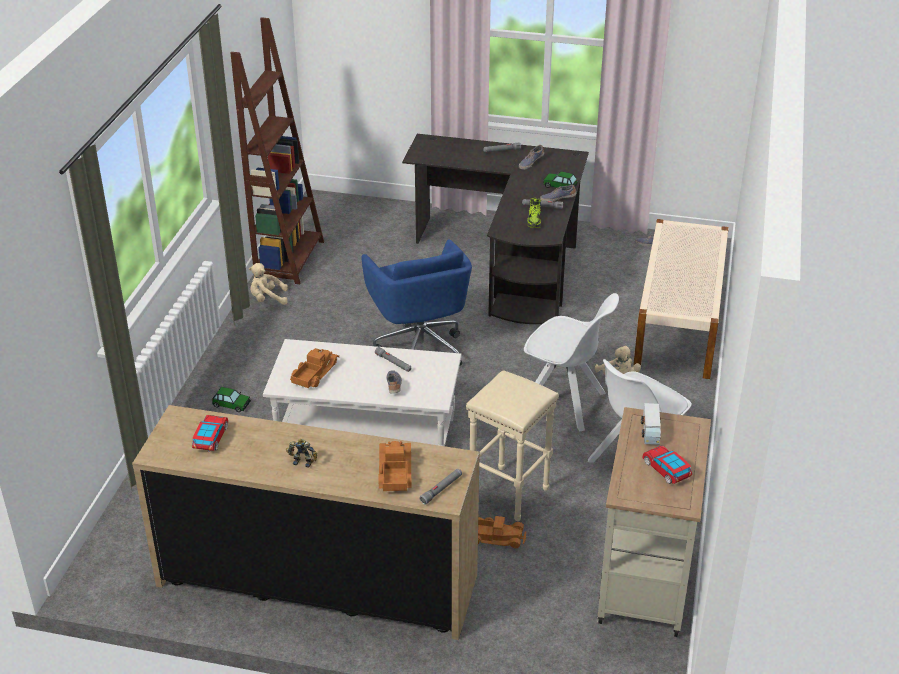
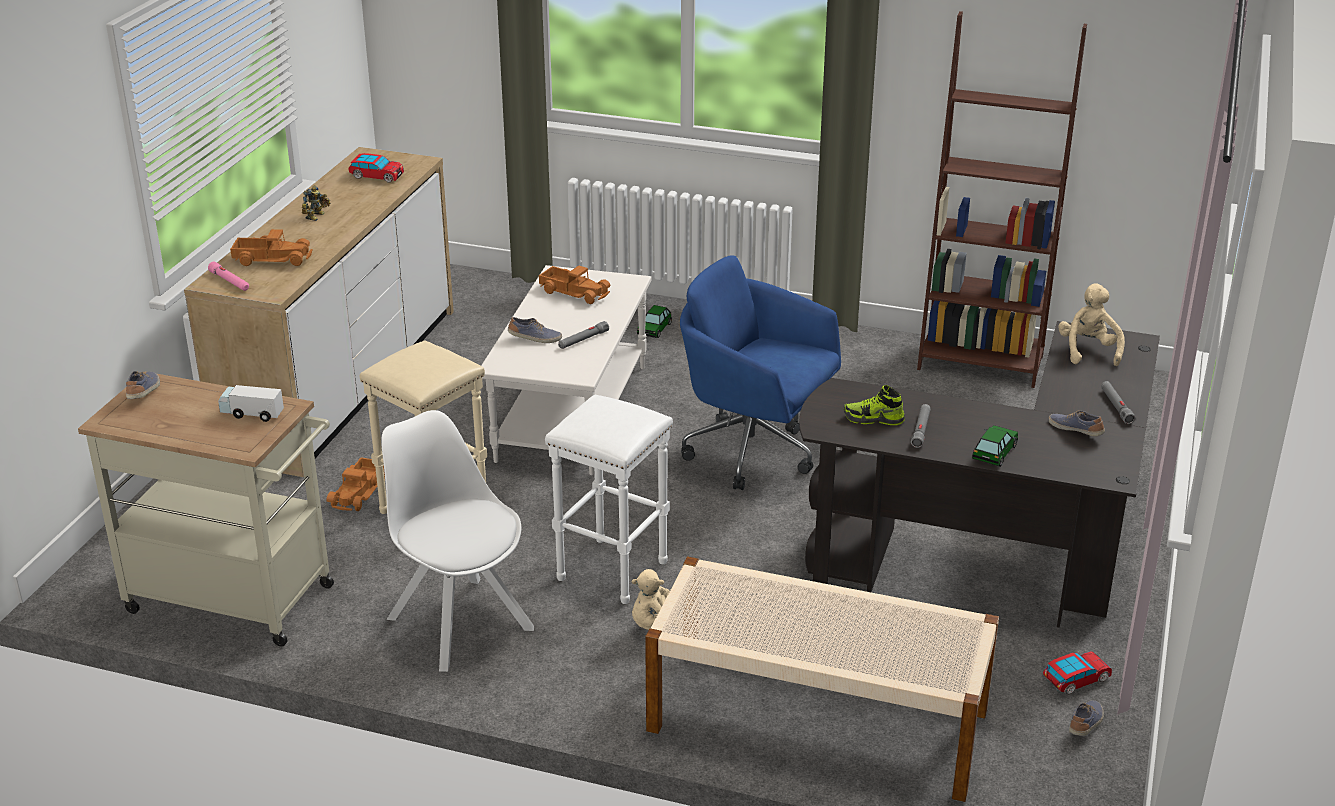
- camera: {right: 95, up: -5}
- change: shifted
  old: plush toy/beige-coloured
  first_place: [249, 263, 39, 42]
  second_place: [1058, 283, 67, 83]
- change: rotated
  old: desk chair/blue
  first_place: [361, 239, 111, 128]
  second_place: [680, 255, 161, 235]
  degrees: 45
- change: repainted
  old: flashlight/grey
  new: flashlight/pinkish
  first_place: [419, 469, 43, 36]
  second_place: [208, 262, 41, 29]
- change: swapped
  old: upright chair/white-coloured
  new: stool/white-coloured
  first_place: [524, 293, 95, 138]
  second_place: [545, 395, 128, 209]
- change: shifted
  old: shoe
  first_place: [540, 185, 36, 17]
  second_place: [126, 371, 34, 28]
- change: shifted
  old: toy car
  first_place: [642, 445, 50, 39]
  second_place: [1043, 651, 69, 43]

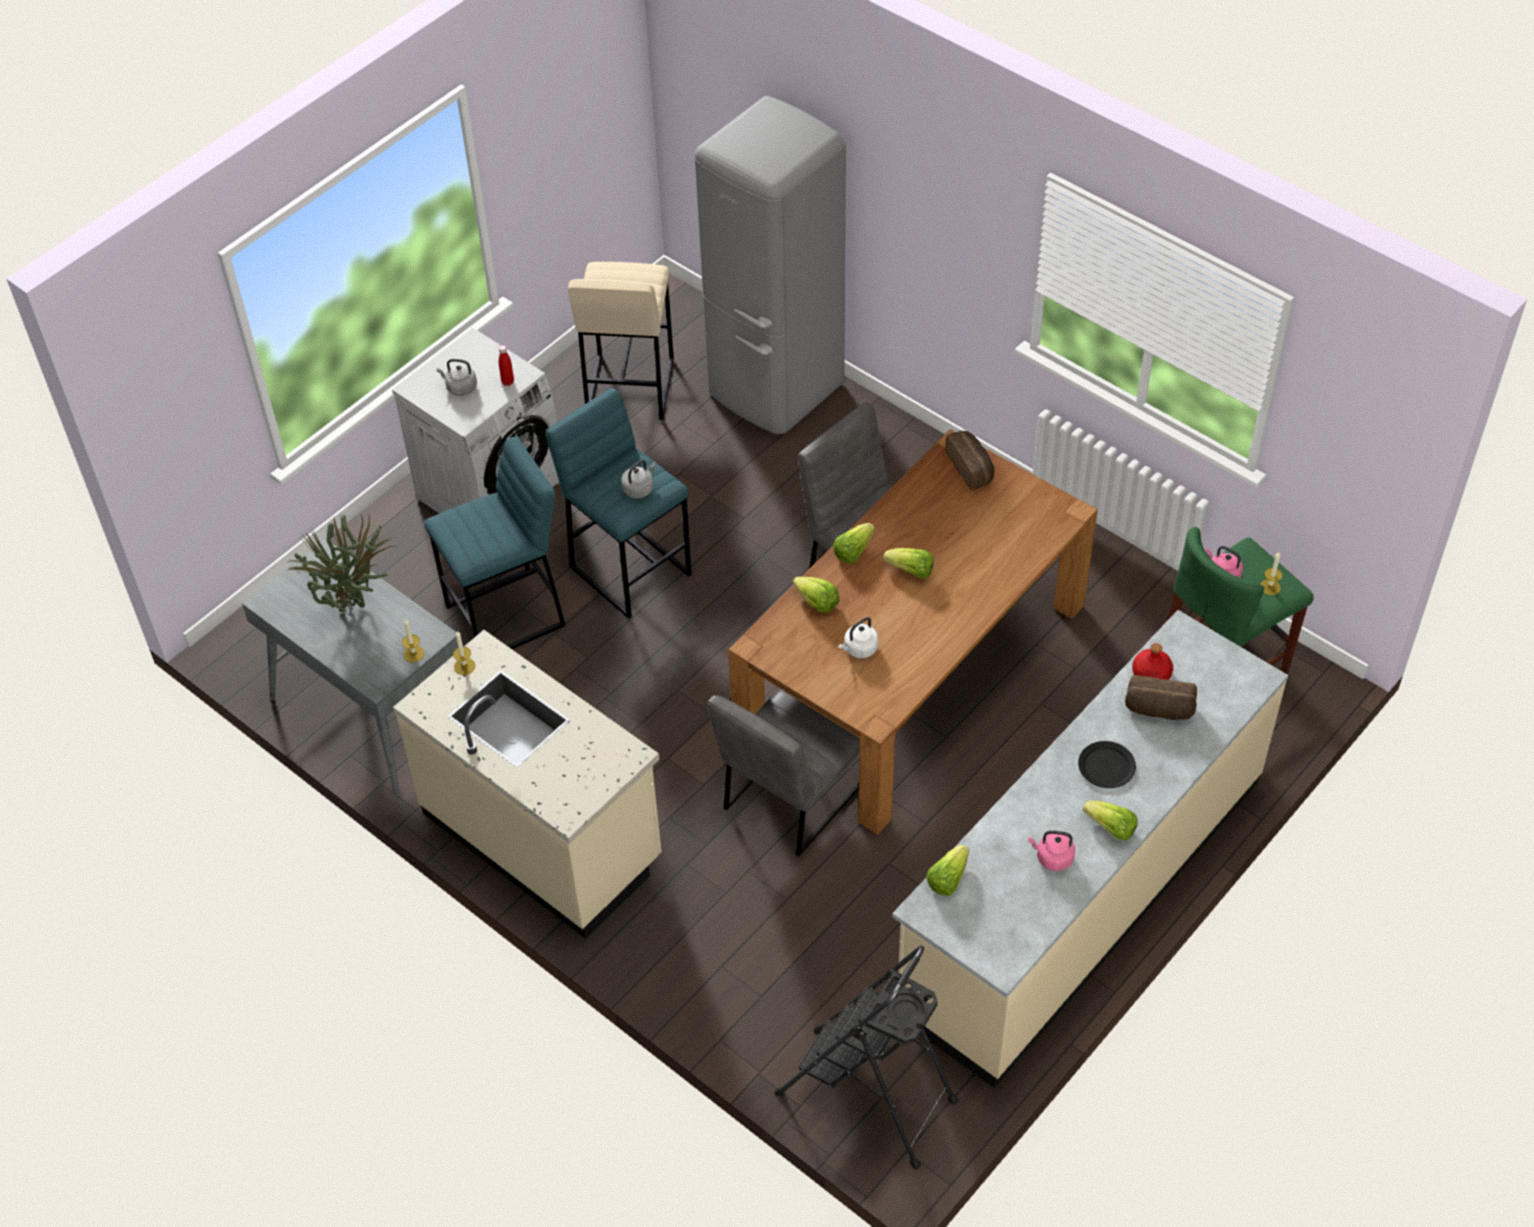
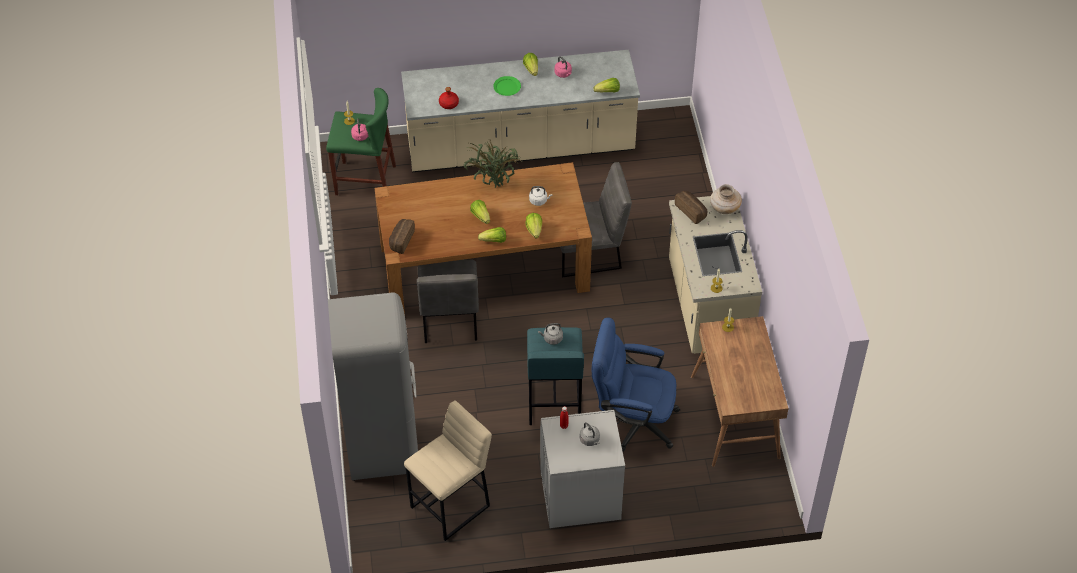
- camera: {right: -140, up: 0}
- change: repainted
  old: desk unit/grey
  new: desk unit/brown-coloured
  first_place: [242, 538, 216, 258]
  second_place: [691, 316, 98, 151]
- change: shifted
  old: potted plant
  first_place: [288, 515, 109, 97]
  second_place: [464, 140, 57, 48]
- change: swapped
  old: stool/blue-green
  new: desk chair/blue
  first_place: [424, 436, 141, 213]
  second_place: [592, 318, 88, 134]
- change: gone
  old: step ladder
  first_place: [775, 945, 184, 224]
- change: repainted
  old: flat dish/blackish
  new: flat dish/green-coloured
  first_place: [1078, 741, 58, 47]
  second_place: [493, 76, 28, 20]
- change: shifted
  old: bakery bread
  first_place: [1125, 675, 72, 45]
  second_place: [675, 191, 32, 33]
- change: new
  new: vase/beige-coloured
  second_place: [710, 184, 32, 30]

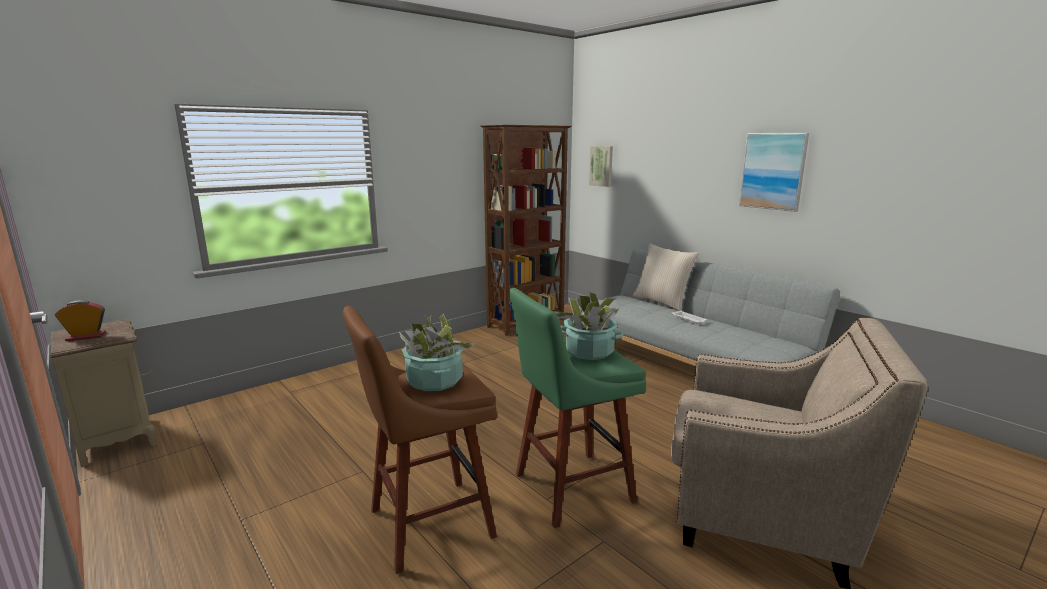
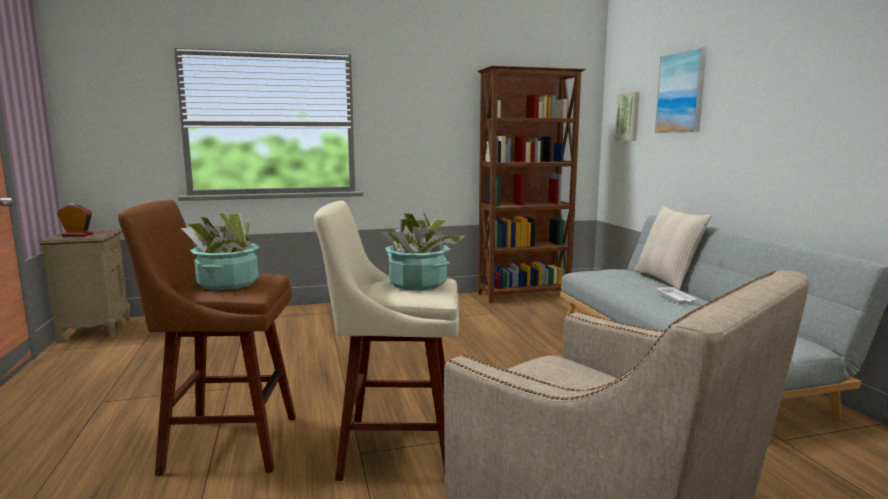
- camera: {right: 25, up: -5}
- change: repainted
  old: stool/green-coloured
  new: stool/beige-coloured
  first_place: [509, 288, 137, 240]
  second_place: [314, 201, 145, 281]
- change: shifted
  old: wall picture
  first_place: [739, 133, 70, 79]
  second_place: [655, 47, 52, 86]

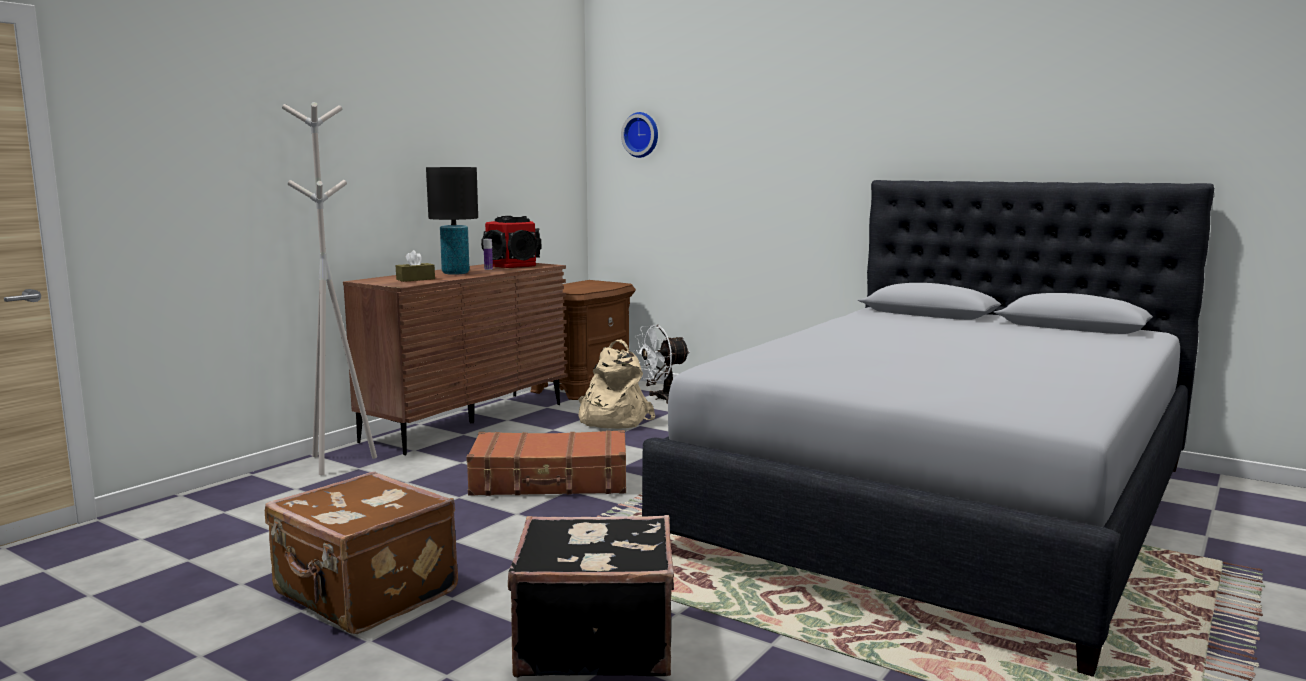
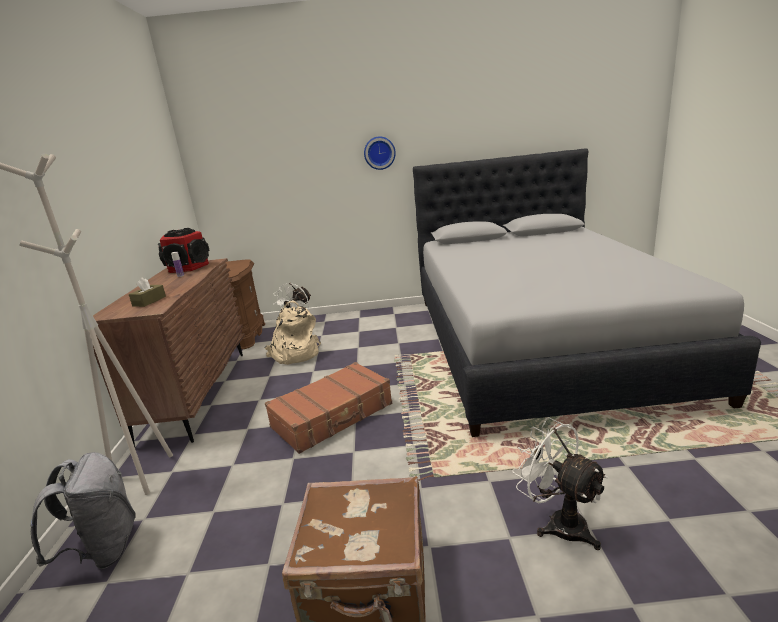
- camera: {right: -35, up: 10}
- change: gone
  old: tabletop lamp/blackish
  first_place: [426, 167, 52, 108]
- change: swapped
  old: travel case/blackish
  new: cooling fan/white-coloured
  first_place: [508, 515, 166, 163]
  second_place: [512, 417, 96, 133]
- change: shifted
  old: wall clock
  first_place: [621, 112, 37, 46]
  second_place: [364, 136, 32, 34]
- change: new
  new: knapsack/grey
  second_place: [31, 452, 105, 117]

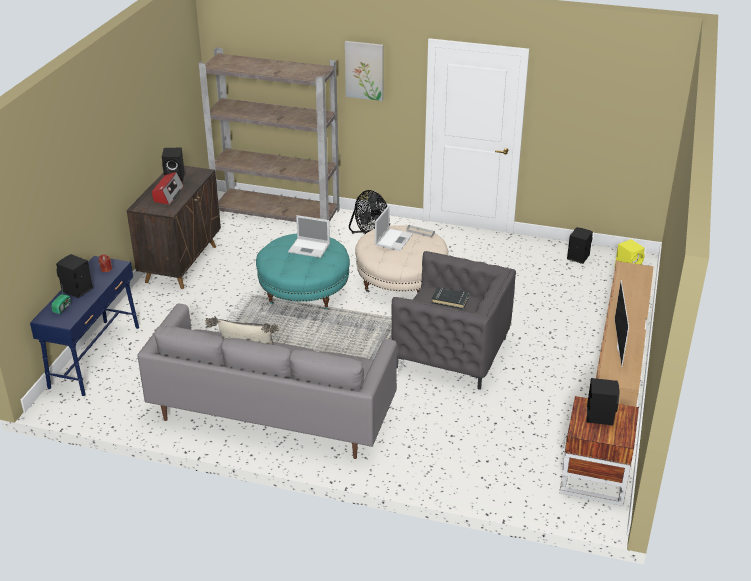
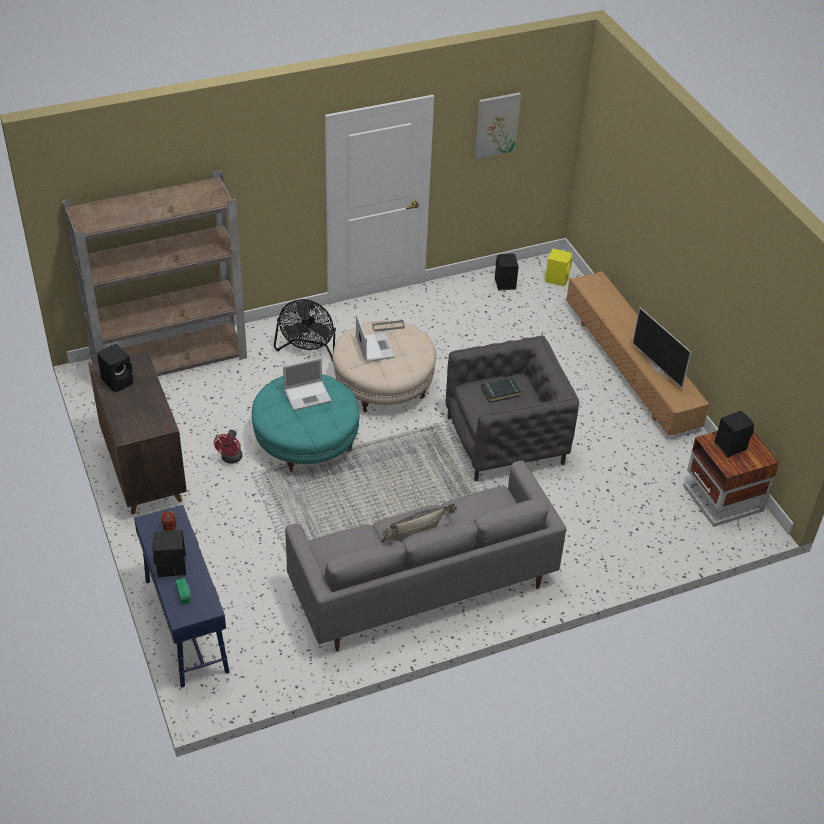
- camera: {right: -40, up: 10}
- change: gone
  old: radio set
  first_place: [152, 172, 32, 33]
- change: shifted
  old: wall picture
  first_place: [345, 41, 39, 60]
  second_place: [475, 92, 46, 67]
- change: new
  new: cooling fan/red
  second_place: [214, 430, 28, 34]

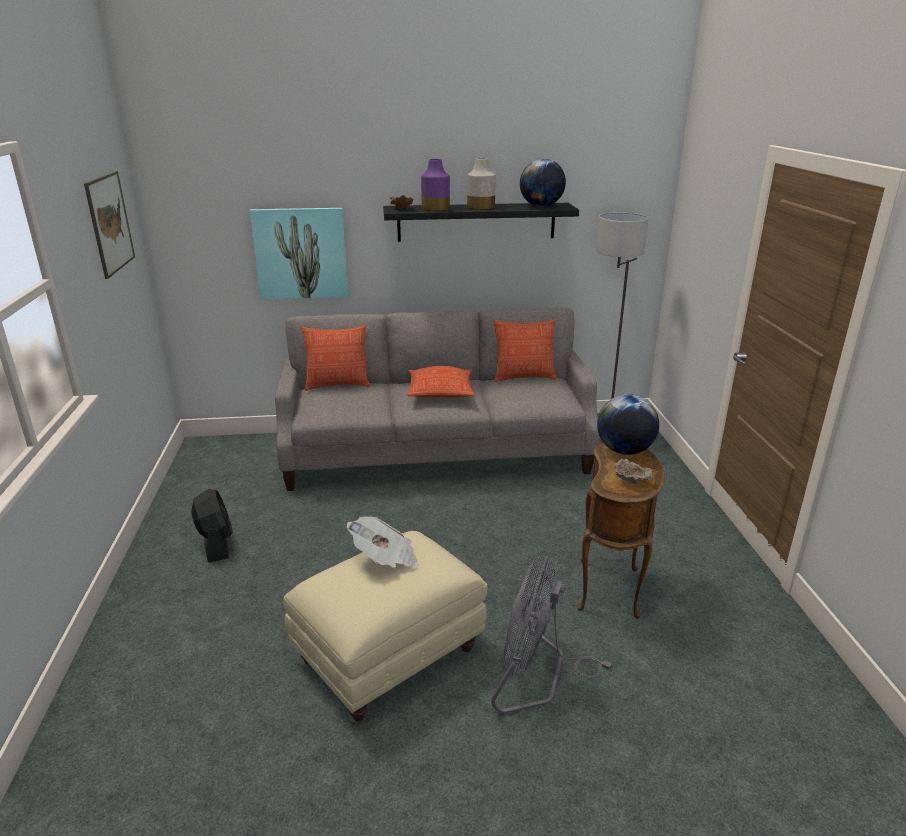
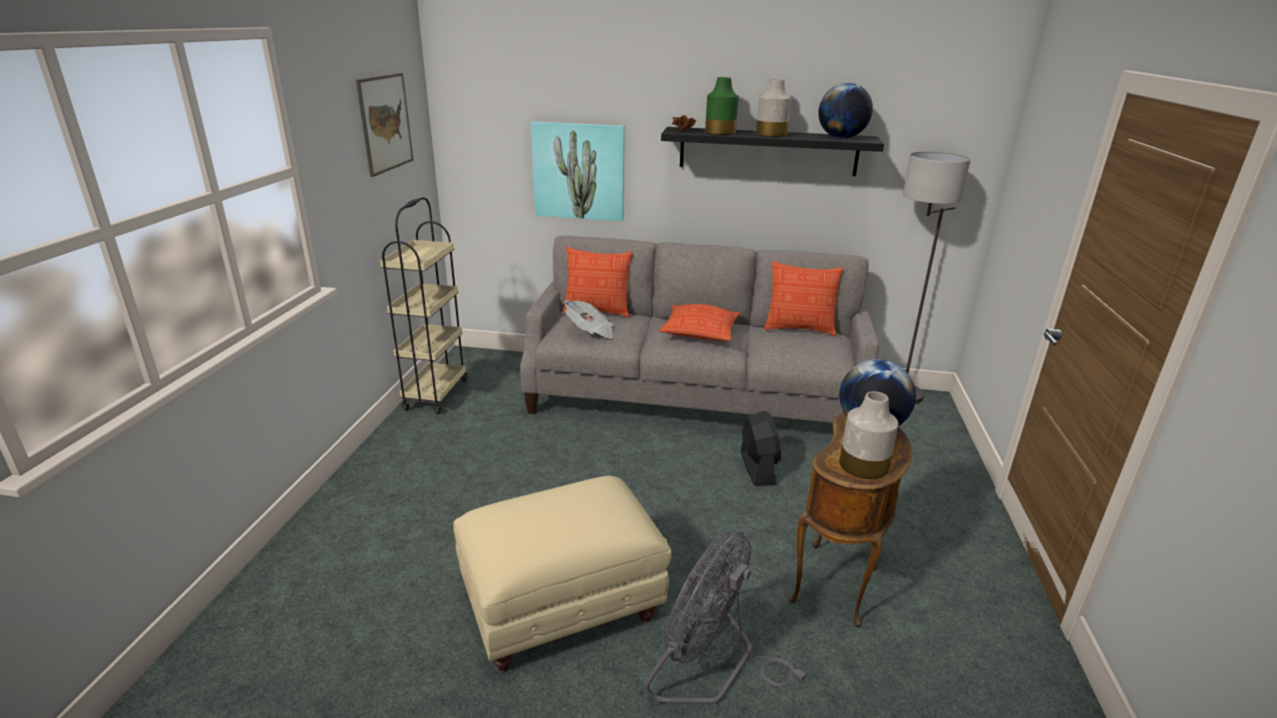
- camera: {right: 15, up: 0}
- change: shifted
  old: cooling fan/blackish
  first_place: [191, 489, 42, 74]
  second_place: [741, 411, 40, 75]
- change: shifted
  old: printed paper
  first_place: [347, 516, 72, 52]
  second_place: [564, 300, 49, 39]
- change: repainted
  old: vase/purple
  new: vase/green-coloured
  first_place: [421, 159, 29, 52]
  second_place: [705, 77, 34, 58]
- change: swapped
  old: bowl/beige-coloured
  new: vase/beige-coloured
  first_place: [614, 459, 38, 25]
  second_place: [839, 391, 59, 88]
- change: new
  new: cart/beige-coloured
  second_place: [380, 197, 89, 217]

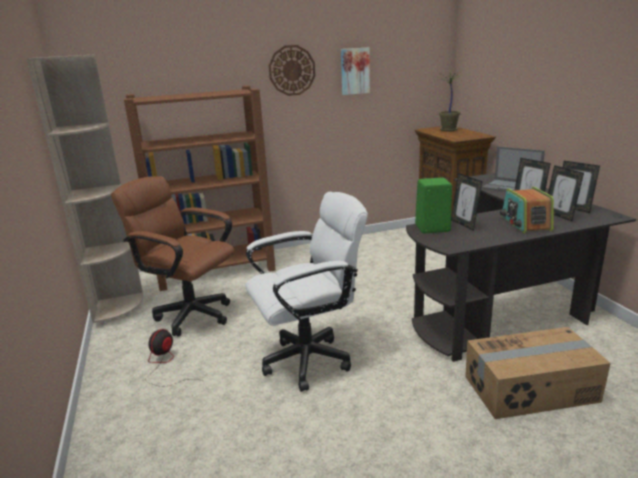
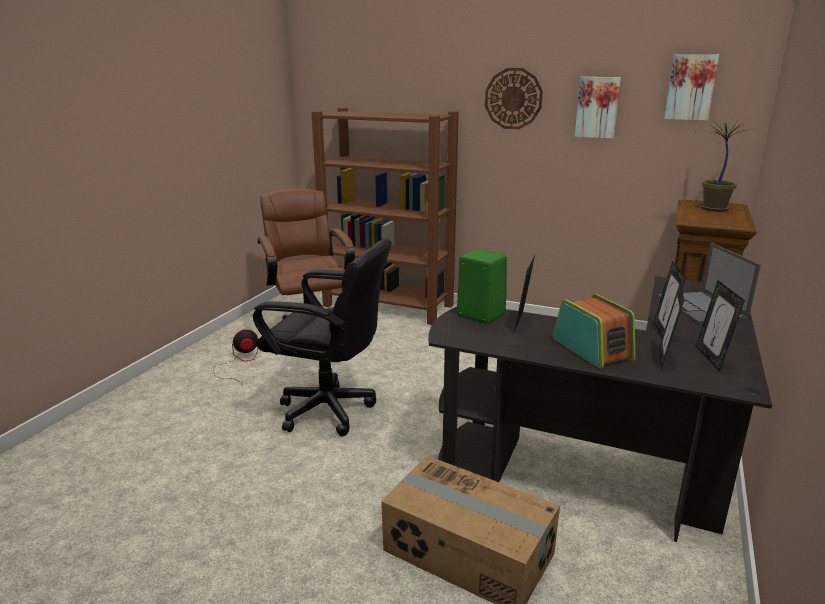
- camera: {right: 40, up: 0}
- change: gone
  old: bookcase/beige-coloured
  first_place: [26, 54, 117, 270]
- change: repainted
  old: desk chair/white-coloured
  new: desk chair/blackish
  first_place: [245, 192, 123, 200]
  second_place: [253, 238, 139, 198]
- change: rotated
  old: radio set
  first_place: [500, 187, 54, 46]
  second_place: [553, 294, 83, 75]
  degrees: 120
- change: new
  new: wall picture
  second_place: [665, 54, 54, 67]

